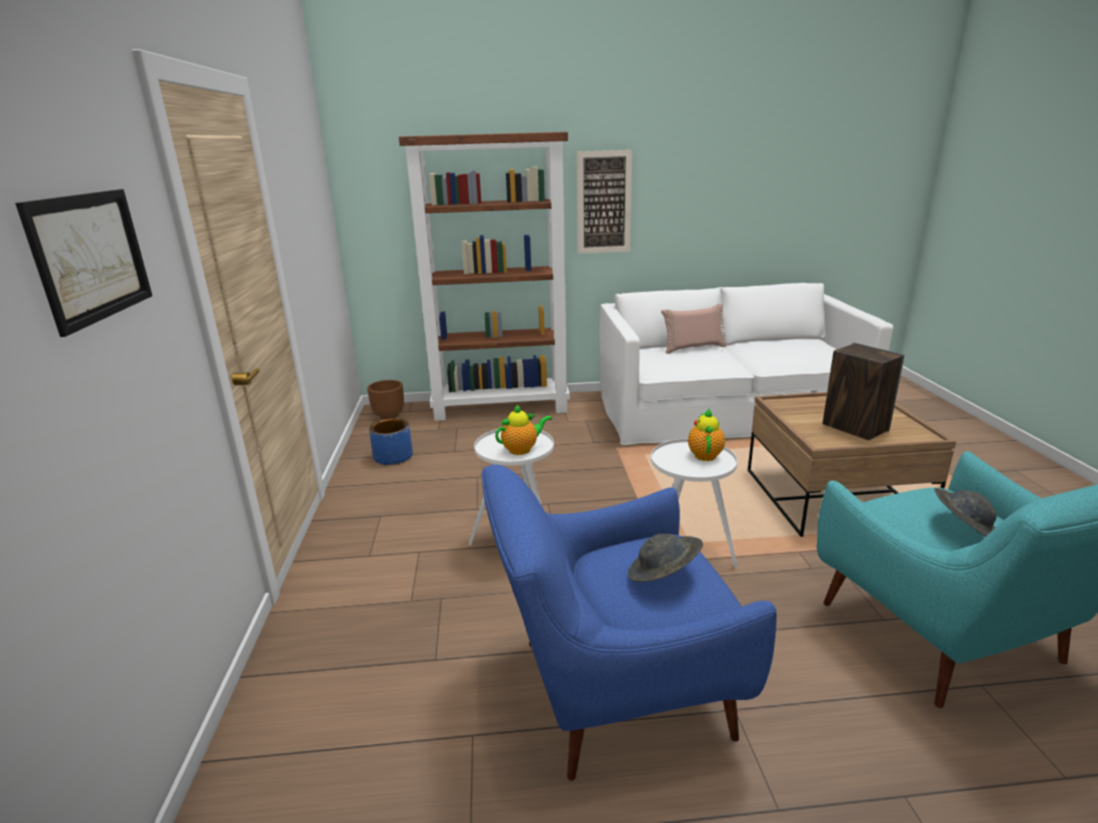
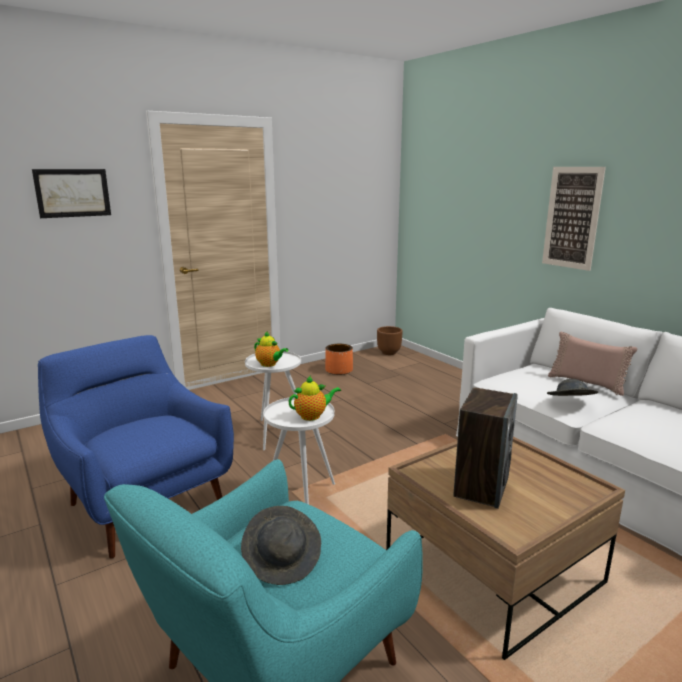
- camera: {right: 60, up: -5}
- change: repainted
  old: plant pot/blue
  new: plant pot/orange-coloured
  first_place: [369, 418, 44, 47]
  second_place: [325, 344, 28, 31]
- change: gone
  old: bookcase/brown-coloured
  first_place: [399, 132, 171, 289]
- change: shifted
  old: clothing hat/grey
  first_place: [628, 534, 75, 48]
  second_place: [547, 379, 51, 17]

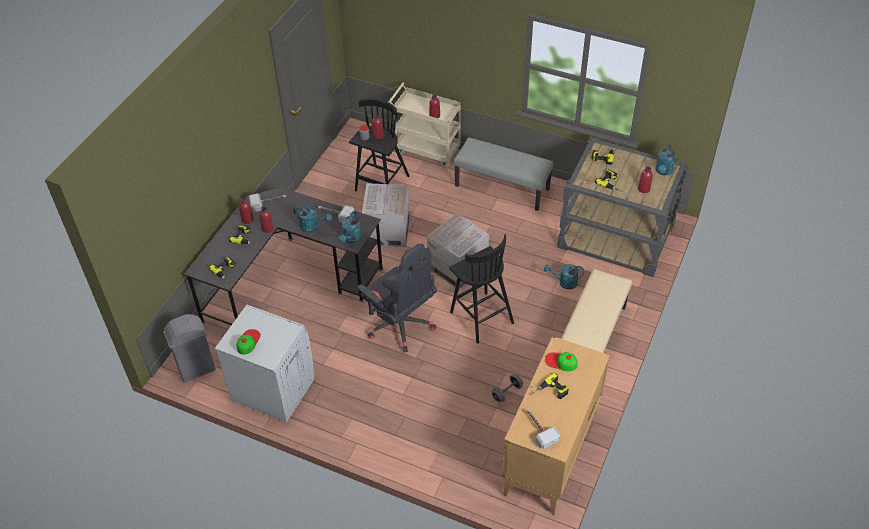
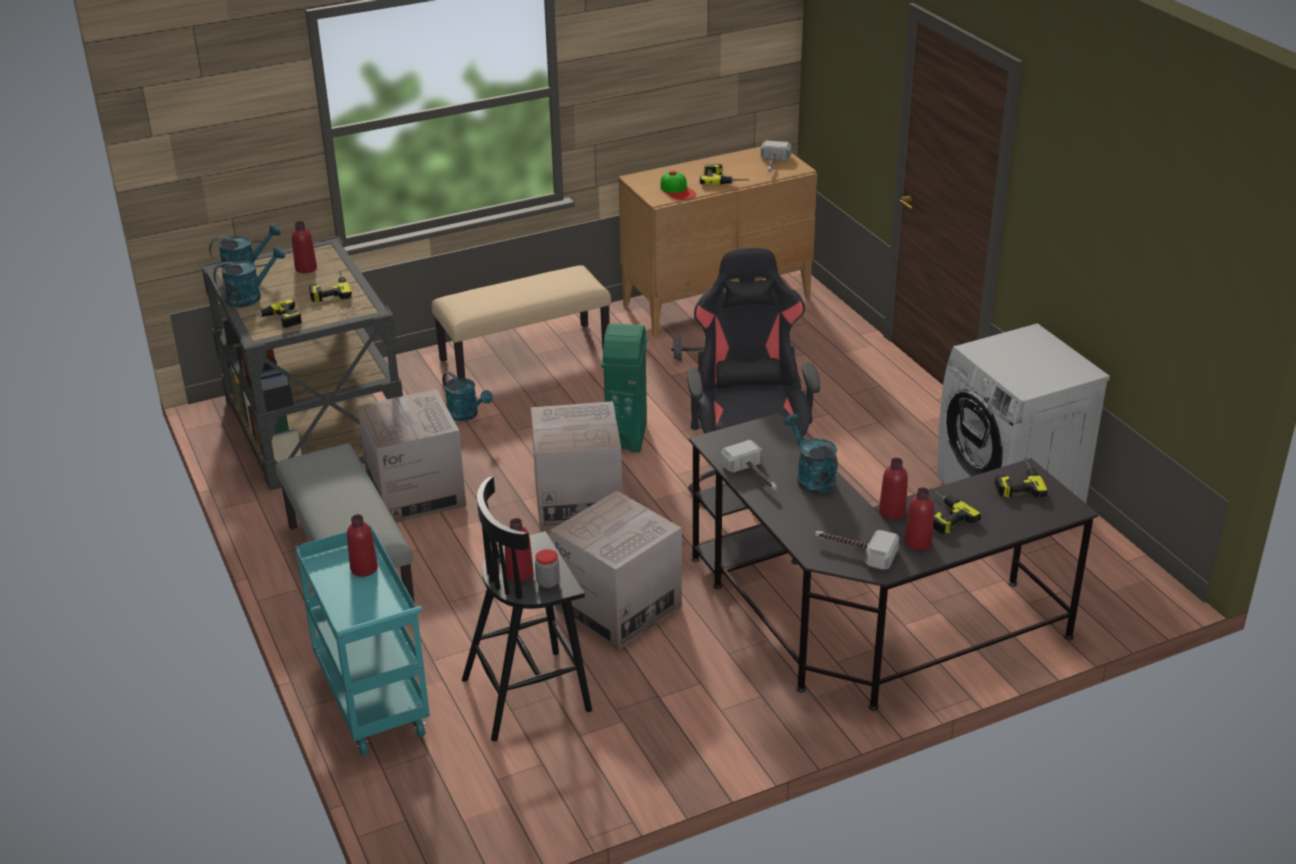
- camera: {right: -140, up: -15}
- change: gone
  old: rubbish bin/grey
  first_place: [163, 314, 53, 68]
- change: gone
  old: baseball cap
  first_place: [236, 329, 25, 26]
- change: shifted
  old: watering can/blue-green
  first_place: [338, 211, 24, 32]
  second_place: [213, 247, 72, 60]
- change: repainted
  old: cart/beige-coloured
  new: cart/blue-green
  first_place: [389, 83, 72, 85]
  second_place: [295, 526, 135, 230]
- change: swapped
  old: stool/blackish
  new: rubbish bin/green-coloured
  first_place: [449, 234, 65, 109]
  second_place: [601, 323, 47, 130]
- change: new
  new: packing box
  second_place: [357, 389, 109, 134]

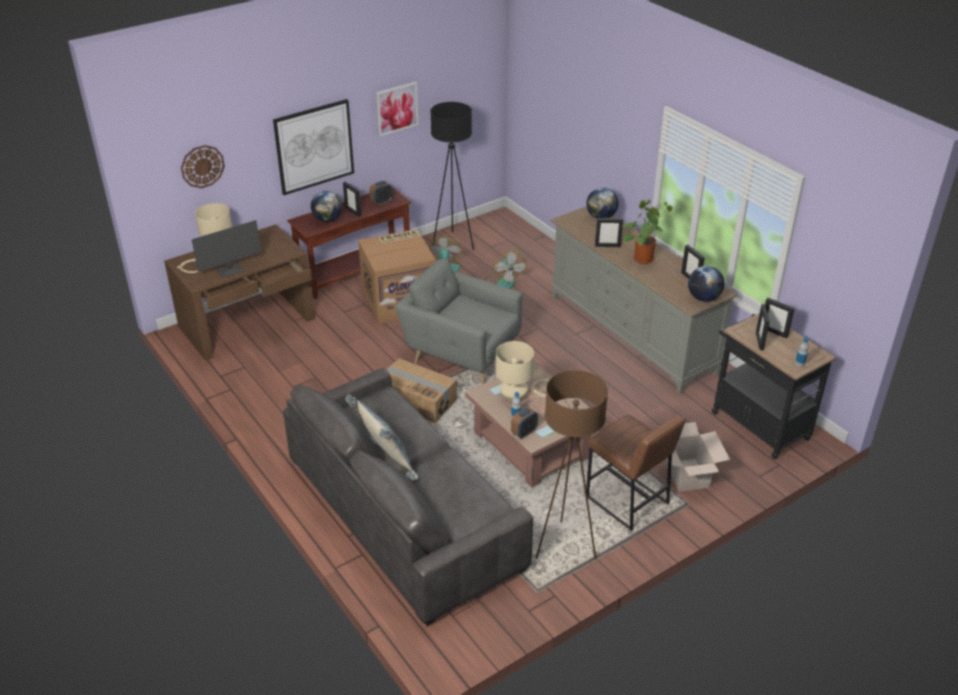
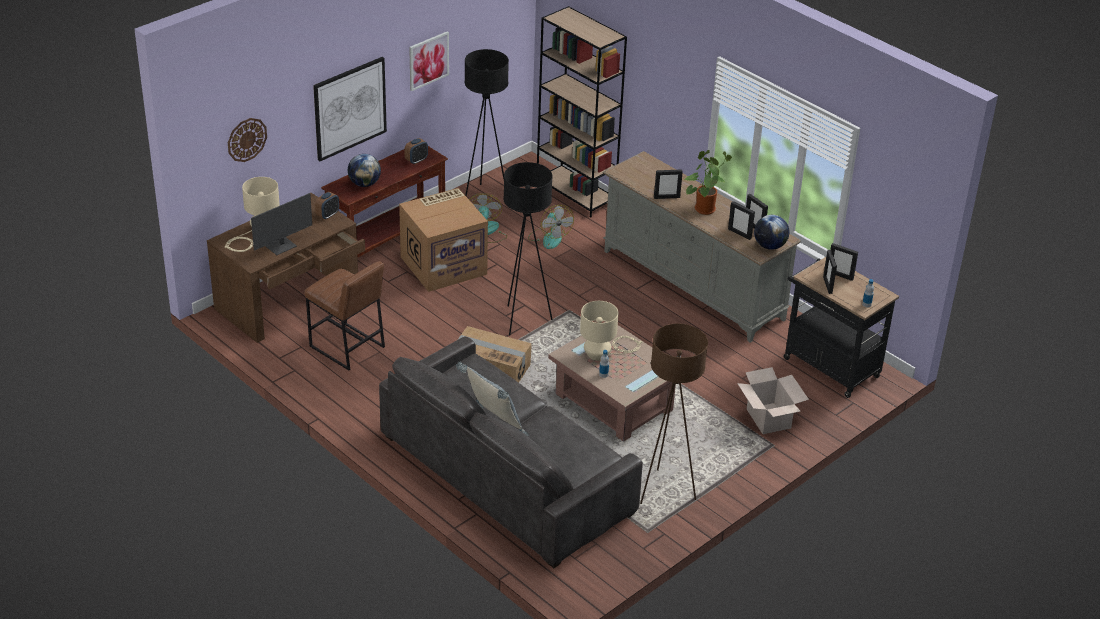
- camera: {right: -10, up: 0}
- change: shifted
  old: standing frame
  first_place: [343, 182, 18, 35]
  second_place: [728, 201, 27, 39]
- change: swapped
  old: armchair/grey
  new: floor lamp/blackish
  first_place: [396, 258, 126, 126]
  second_place: [503, 162, 50, 173]
- change: shifted
  old: alarm clock
  first_place: [511, 407, 27, 32]
  second_place: [315, 192, 24, 28]
- change: gone
  old: globe
  first_place: [586, 187, 33, 32]
- change: shifted
  old: upright chair/brown-coloured
  first_place: [586, 415, 100, 116]
  second_place: [304, 261, 81, 109]
- change: new
  new: bookcase/beige-coloured
  second_place: [537, 6, 90, 212]

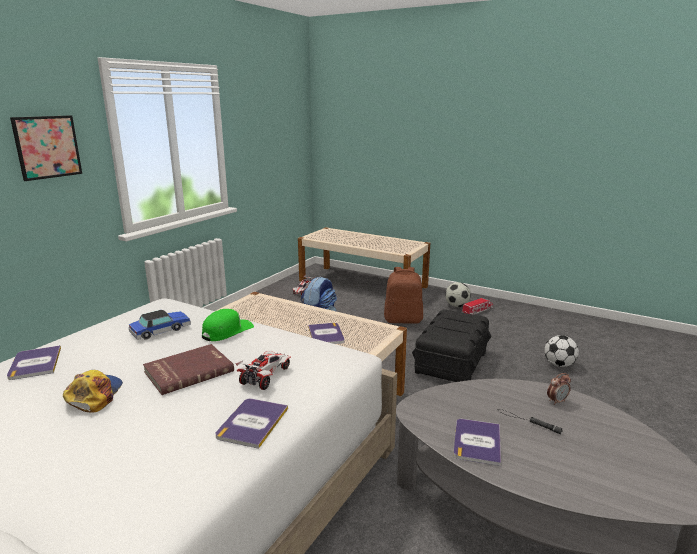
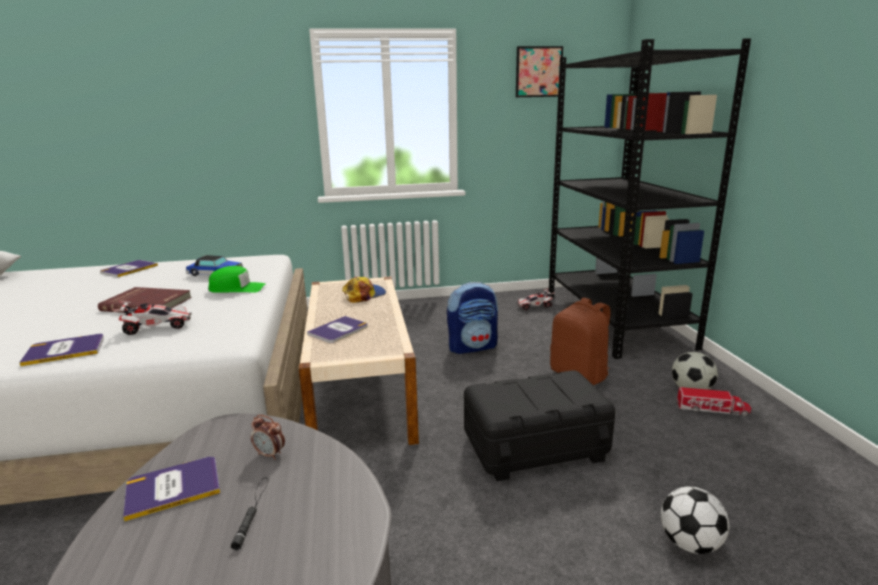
- camera: {right: 50, up: 0}
- change: shifted
  old: wall picture
  first_place: [10, 115, 72, 66]
  second_place: [516, 46, 47, 51]
- change: shifted
  old: baseball cap
  first_place: [63, 370, 60, 43]
  second_place: [342, 277, 44, 26]
- change: swapped
  old: bench/beige-coloured
  new: bookcase/blackish
  first_place: [298, 227, 132, 62]
  second_place: [548, 39, 203, 320]
- change: shifted
  old: alarm clock
  first_place: [547, 373, 24, 32]
  second_place: [251, 415, 34, 45]

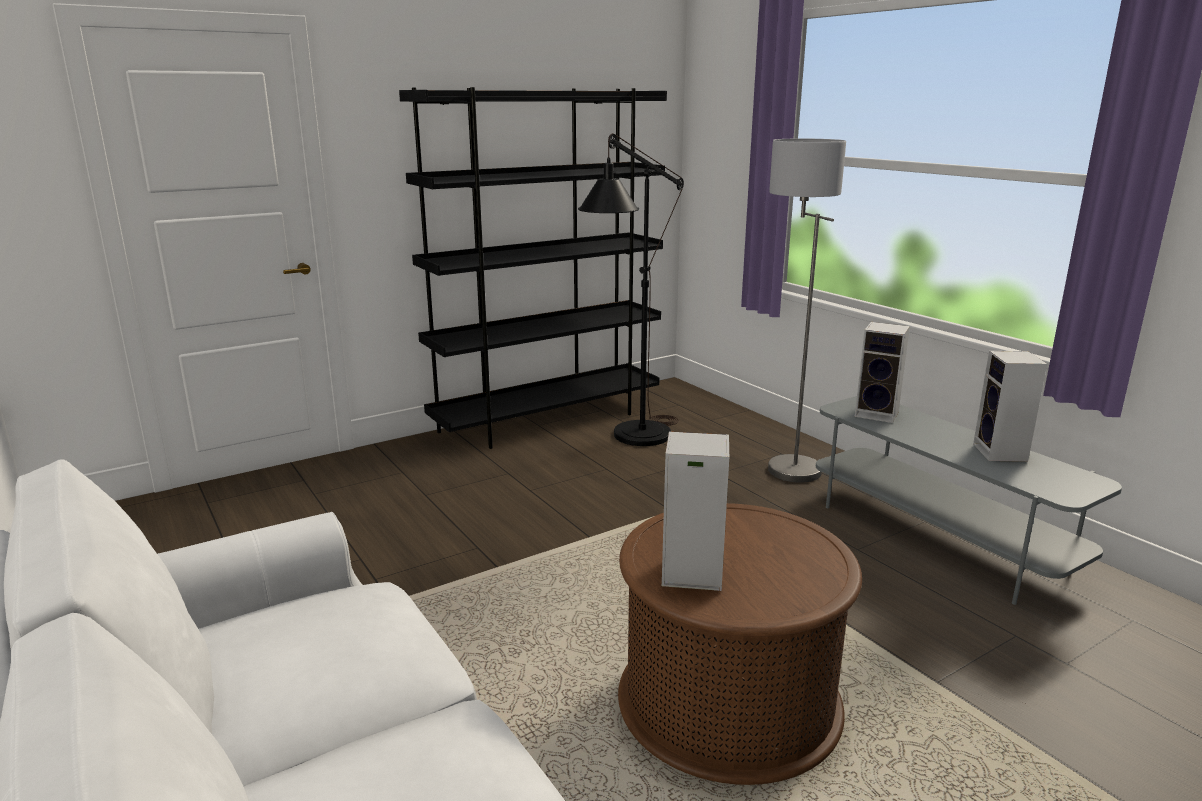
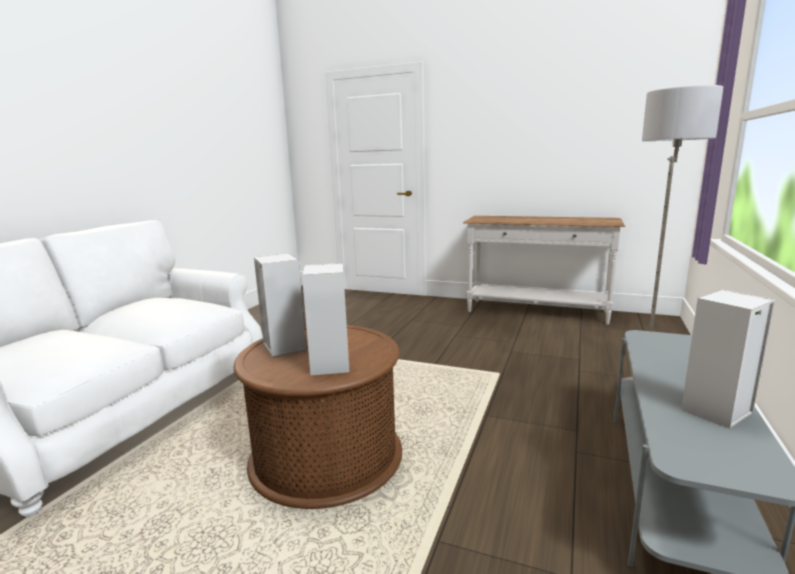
- camera: {right: 55, up: -5}
- change: swapped
  old: bookcase/blackish
  new: narrow table/white-coloured
  first_place: [399, 87, 268, 362]
  second_place: [463, 216, 162, 109]
- change: gone
  old: floor lamp/blackish
  first_place: [578, 133, 106, 313]
- change: shifted
  old: audio speaker
  first_place: [855, 322, 55, 101]
  second_place: [302, 263, 48, 113]

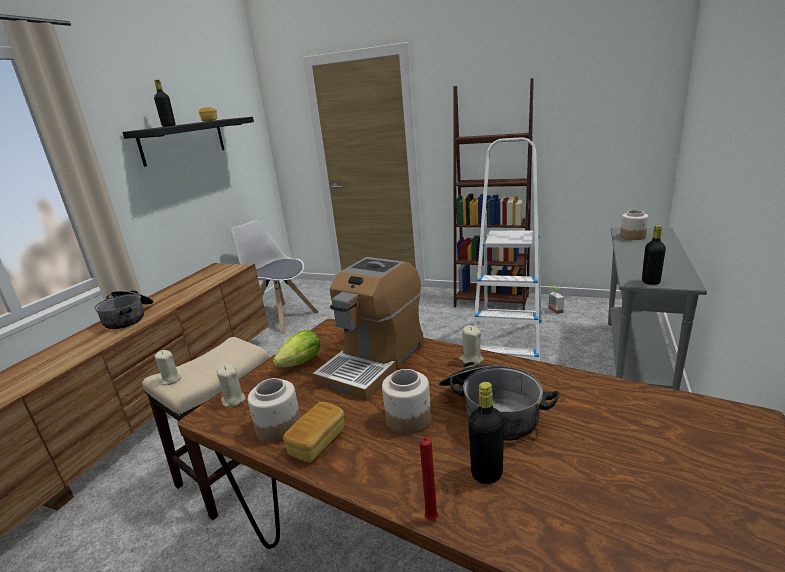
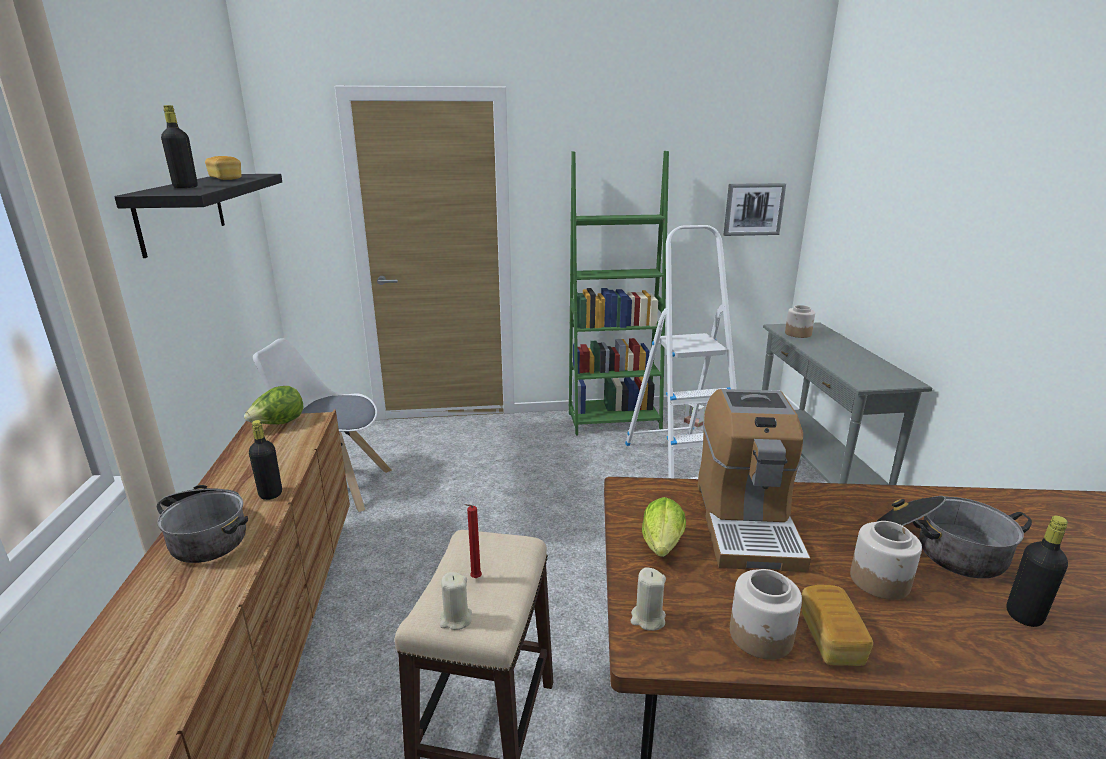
- camera: {right: -30, up: 0}
- change: shifted
  old: wax candle/red
  first_place: [414, 435, 24, 86]
  second_place: [465, 504, 17, 74]
- change: repainted
  old: bookcase/brown-coloured
  new: bookcase/green-coloured
  first_place: [453, 78, 81, 232]
  second_place: [569, 151, 100, 285]
- change: gone
  old: wax candle/beige-coloured
  first_place: [459, 325, 25, 40]
- change: shifted
  old: beverage bottle/blackish
  first_place: [642, 225, 24, 60]
  second_place: [249, 420, 33, 80]
- change: new
  new: head of lettuce
  second_place: [244, 386, 59, 38]
- change: new
  new: wall picture
  second_place: [724, 183, 62, 53]

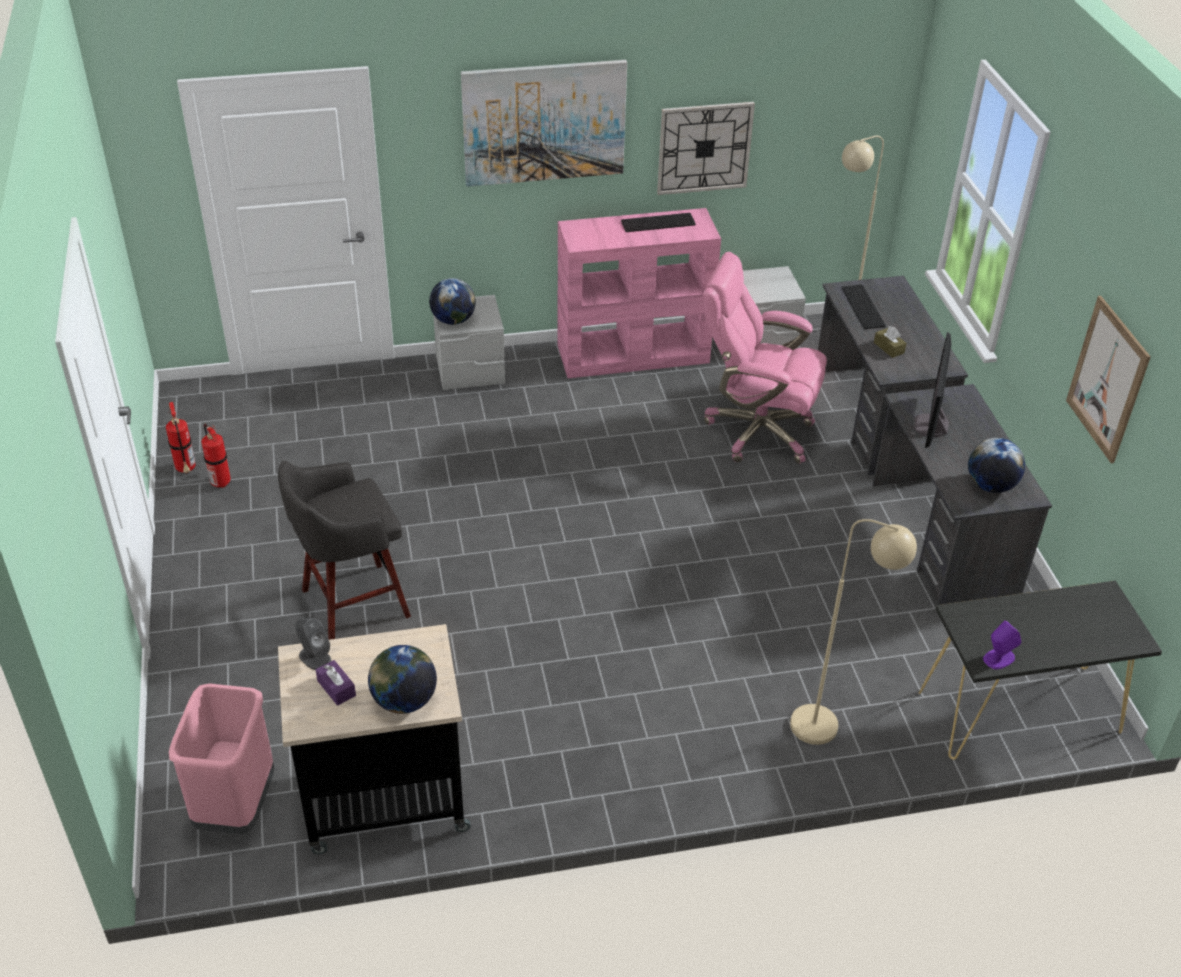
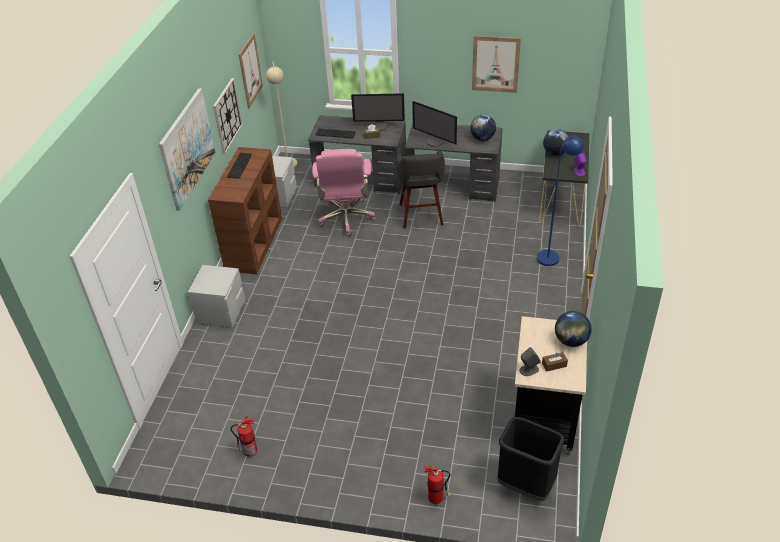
- camera: {right: -65, up: 0}
- change: shifted
  old: fire-fighting cylinder
  first_place: [166, 402, 30, 71]
  second_place: [424, 466, 27, 38]
- change: repainted
  old: rubbish bin/pinkish
  new: rubbish bin/blackish
  first_place: [169, 683, 105, 151]
  second_place: [498, 417, 66, 84]
- change: shifted
  old: stool/grey
  first_place: [278, 460, 133, 180]
  second_place: [396, 150, 49, 79]
- change: repainted
  old: tissue box/purple
  new: tissue box/brown-coloured
  first_place: [316, 660, 40, 46]
  second_place: [542, 352, 26, 20]
- change: shifted
  old: globe
  first_place: [429, 278, 47, 47]
  second_place: [543, 129, 26, 27]
- change: repainted
  old: bookcase/pinkish
  new: bookcase/brown-coloured
  first_place: [557, 208, 164, 170]
  second_place: [208, 147, 74, 127]
- change: rotated
  old: desk chair/pinkish
  first_place: [703, 252, 124, 212]
  second_place: [312, 149, 64, 88]
  degrees: -45
- change: repainted
  old: floor lamp/beige-coloured
  new: floor lamp/blue
  first_place: [790, 519, 127, 226]
  second_place: [537, 135, 47, 131]
- change: new
  new: wall picture
  second_place: [239, 33, 24, 76]
- change: new
  new: computer screen
  second_place: [351, 93, 54, 38]

